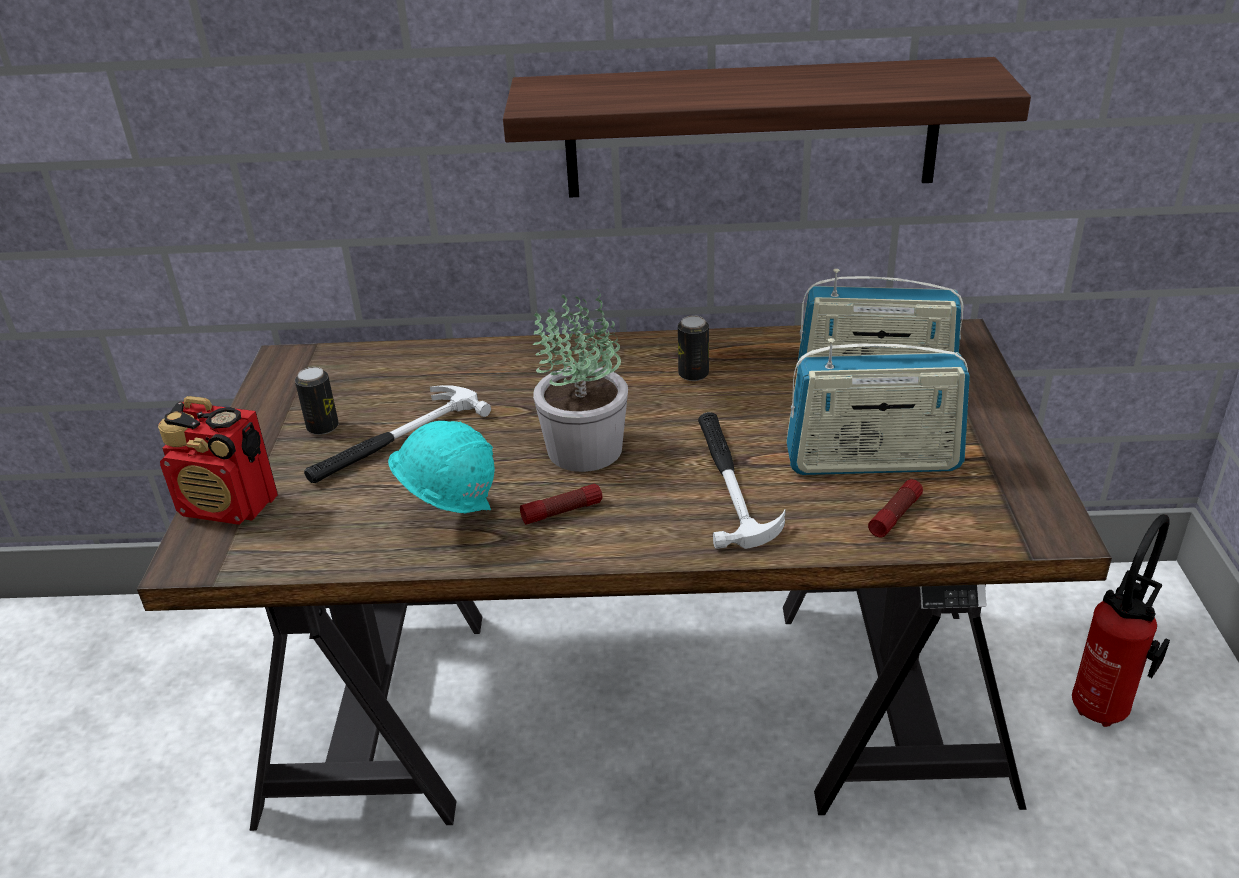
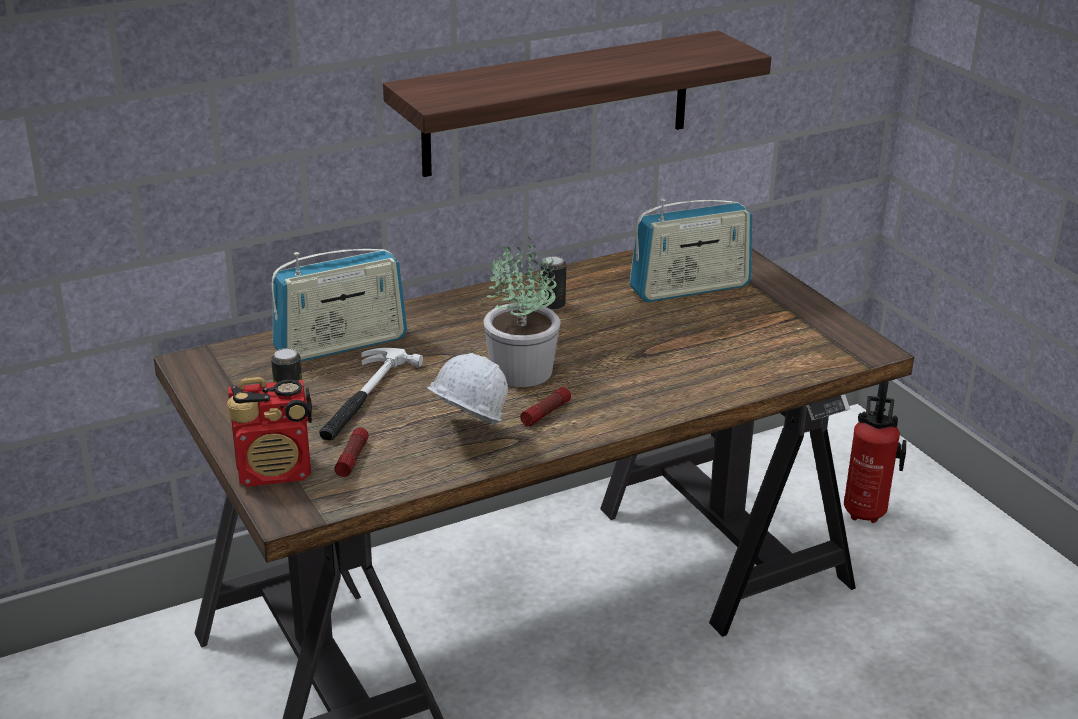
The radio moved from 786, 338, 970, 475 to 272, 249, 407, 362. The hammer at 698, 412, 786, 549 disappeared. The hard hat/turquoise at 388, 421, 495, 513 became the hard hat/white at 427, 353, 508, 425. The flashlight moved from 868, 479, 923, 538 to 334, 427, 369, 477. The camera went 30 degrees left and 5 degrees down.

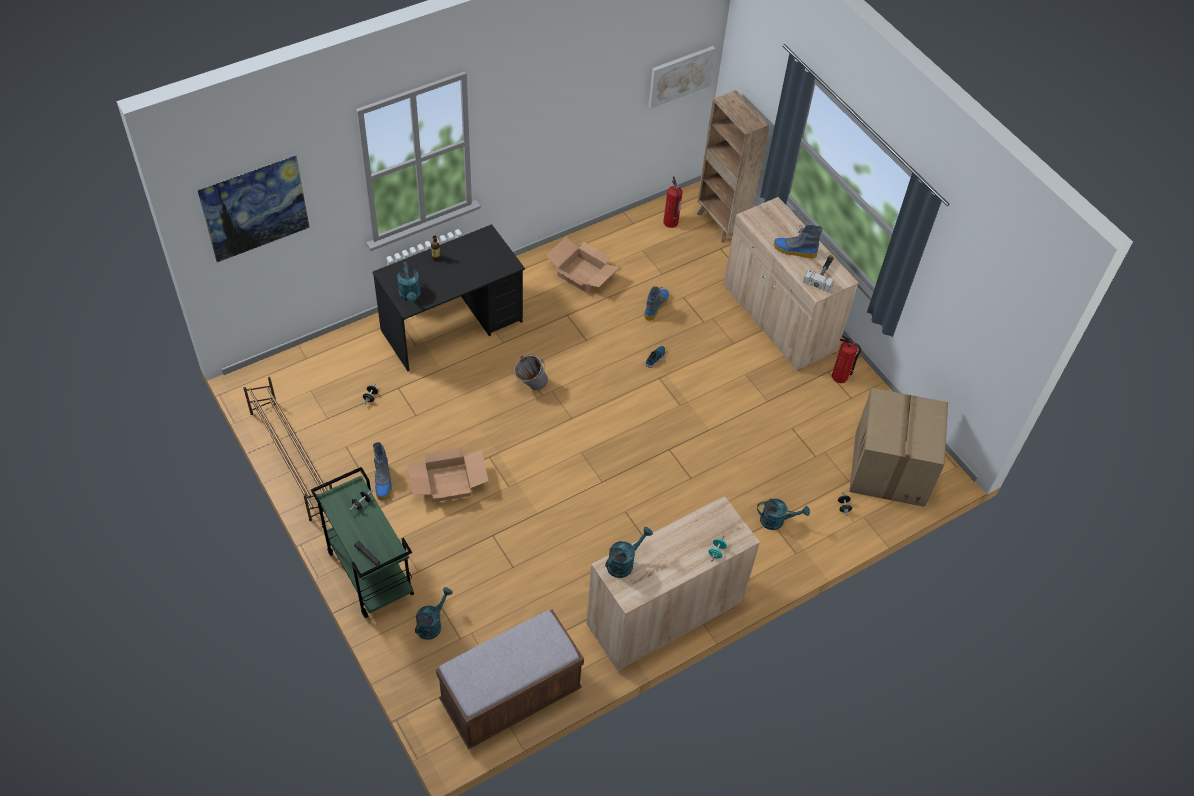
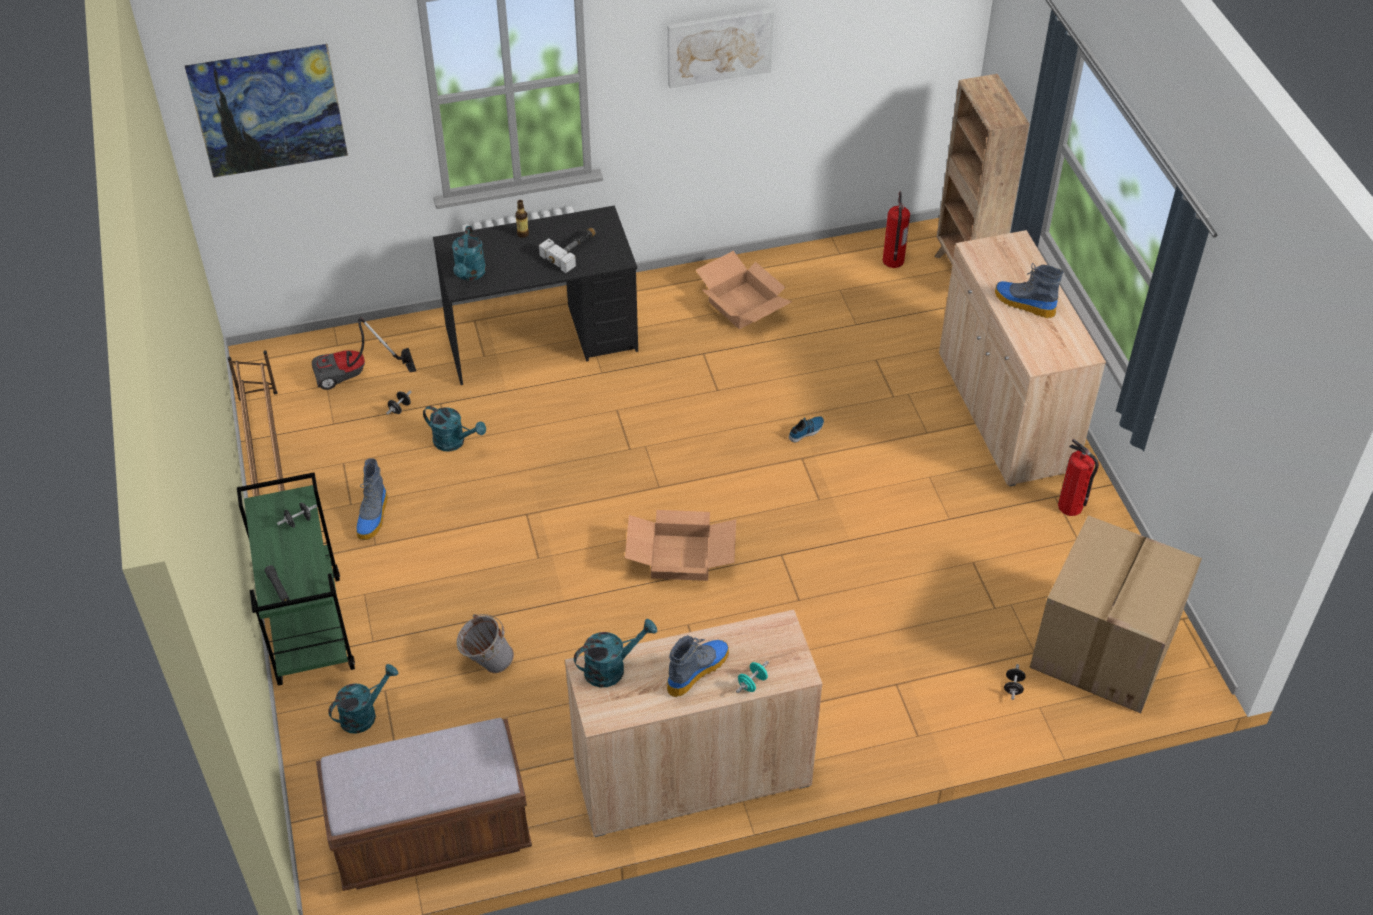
The picture moved from 648, 46, 715, 108 to 667, 8, 774, 88. The hammer moved from 803, 255, 834, 292 to 539, 228, 596, 273. The boot moved from 644, 286, 669, 321 to 667, 635, 729, 697. The bucket/grey moved from 514, 354, 548, 390 to 457, 614, 514, 673. The cardboard box moved from 407, 447, 489, 502 to 625, 510, 736, 581. The watering can/turquoise moved from 757, 498, 810, 530 to 423, 406, 486, 452. The vacuum cleaner at 312, 317, 416, 390 appeared. The camera went 20 degrees right and 5 degrees down.

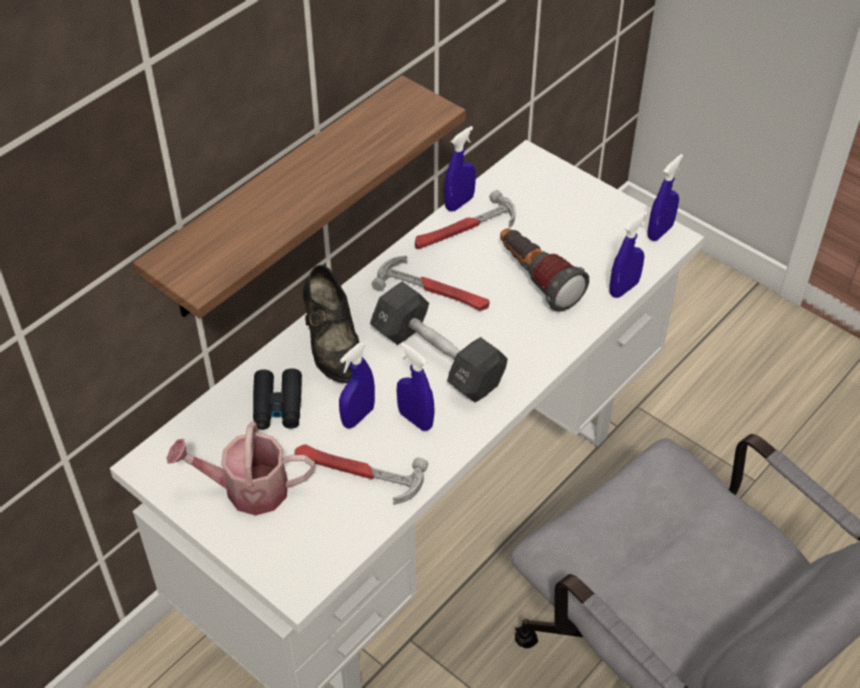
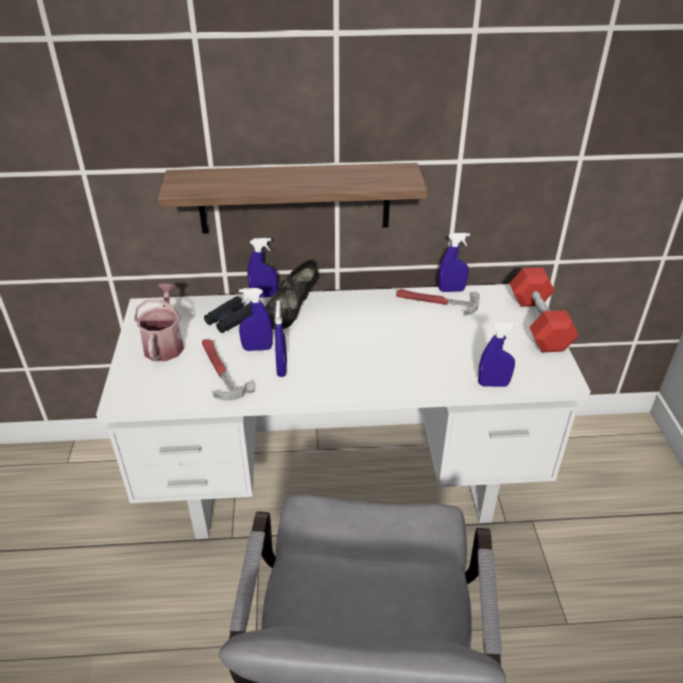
The spray bottle/blue moved from 648, 154, 683, 241 to 247, 238, 278, 298. The flashlight at 500, 228, 589, 312 disappeared. The hammer at 372, 256, 490, 311 disappeared. The dumbbell/black at 370, 281, 508, 402 disappeared. The watering can at 167, 422, 315, 515 turned 45 degrees clockwise. The dumbbell/red at 510, 267, 579, 352 appeared. The camera went 45 degrees right and 10 degrees down.

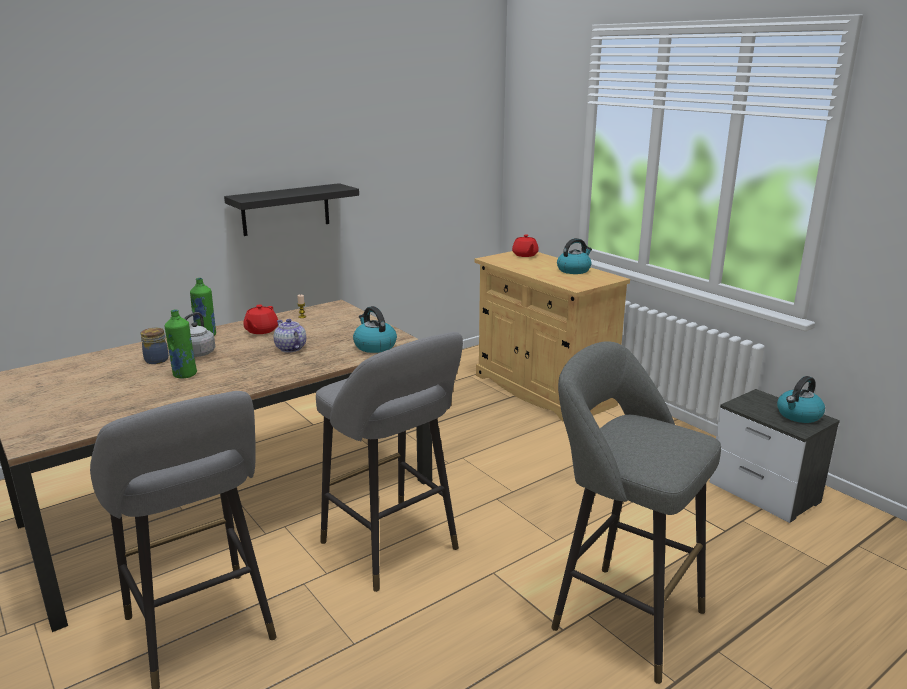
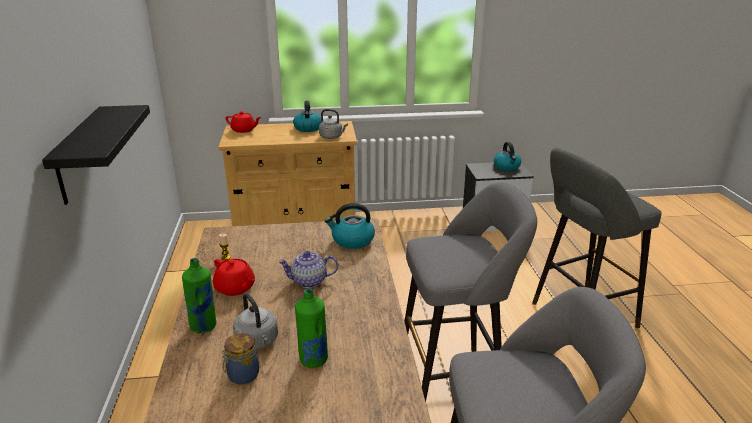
The kettle/grey at 319, 109, 348, 139 appeared. The camera went 60 degrees left and 5 degrees up.

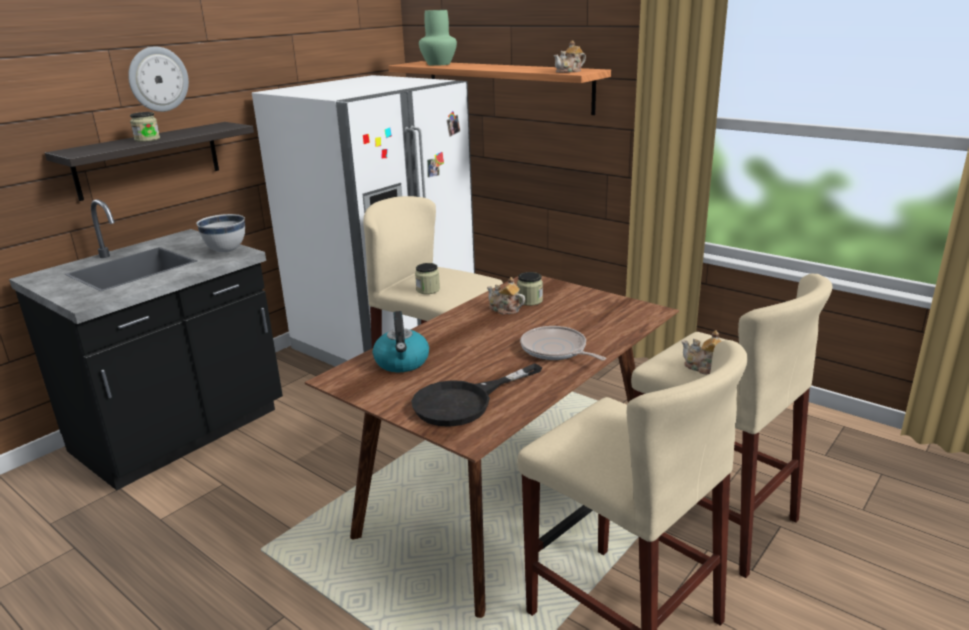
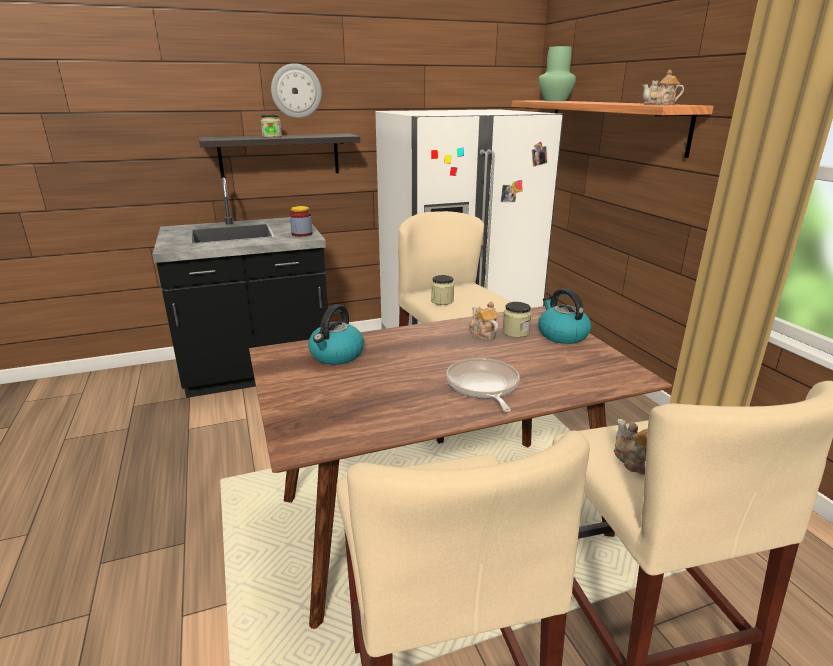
The bowl/white at 196, 214, 245, 252 was replaced by the jar at 290, 206, 312, 237. The frying pan/black at 411, 363, 542, 427 disappeared. The kettle at 538, 288, 591, 344 appeared. The camera went 30 degrees right and 0 degrees up.

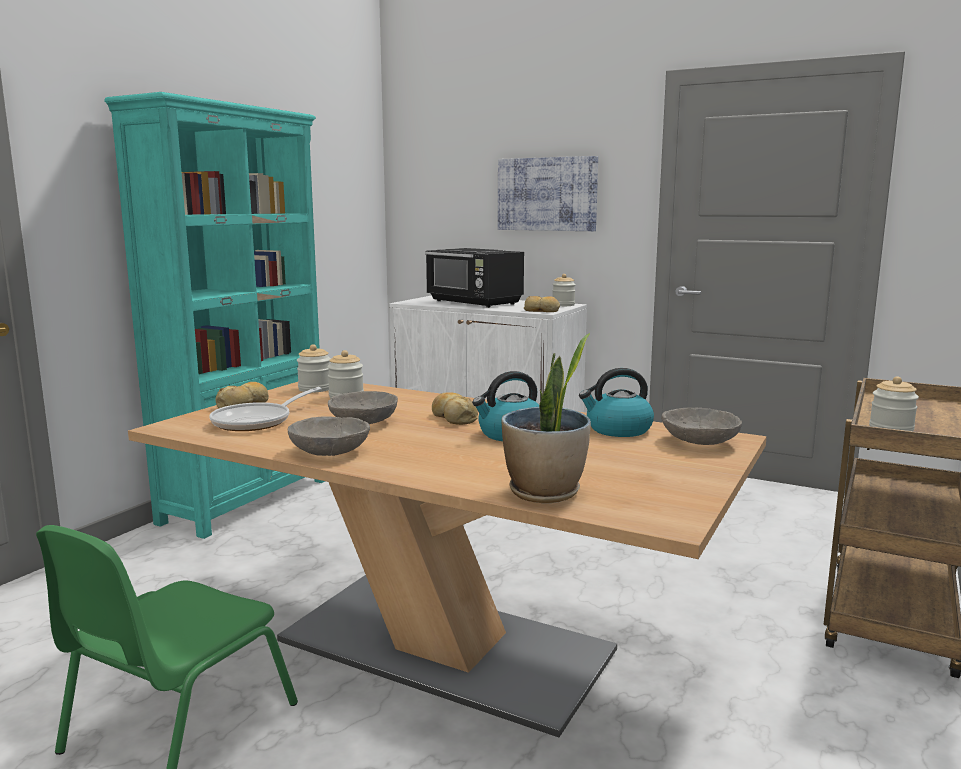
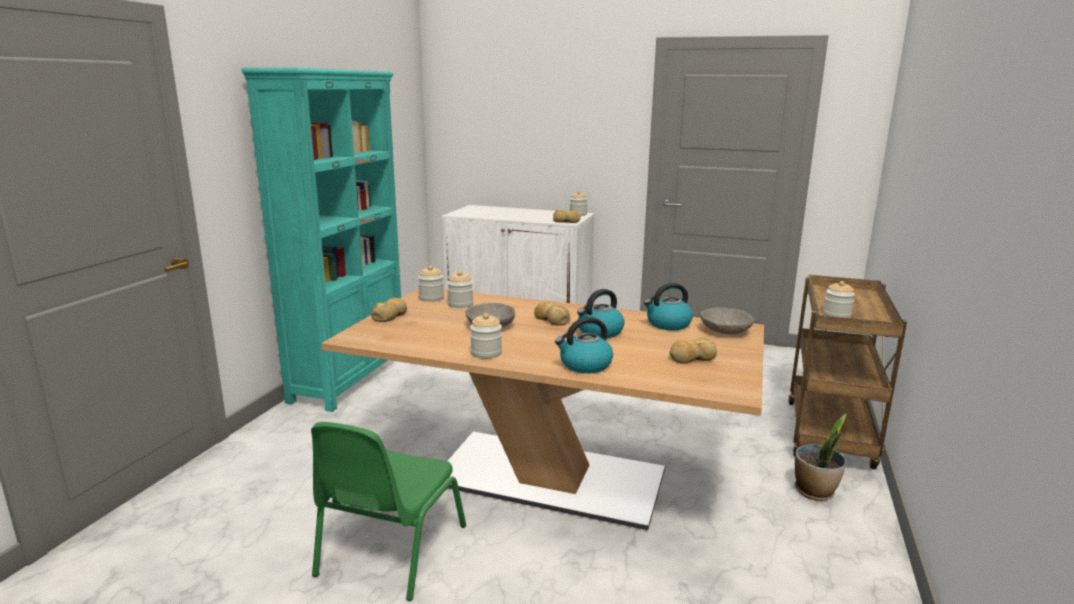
The picture at 498, 156, 598, 231 disappeared. The microwave/black at 425, 248, 524, 308 disappeared. The potted plant moved from 501, 333, 591, 503 to 795, 414, 847, 501. The frying pan at 209, 387, 322, 431 disappeared. The bowl/grey at 287, 417, 370, 456 was replaced by the jar at 470, 313, 502, 359. The kettle at 555, 317, 613, 373 appeared. The bread at 669, 337, 717, 364 appeared. The camera went 10 degrees left and 5 degrees up.

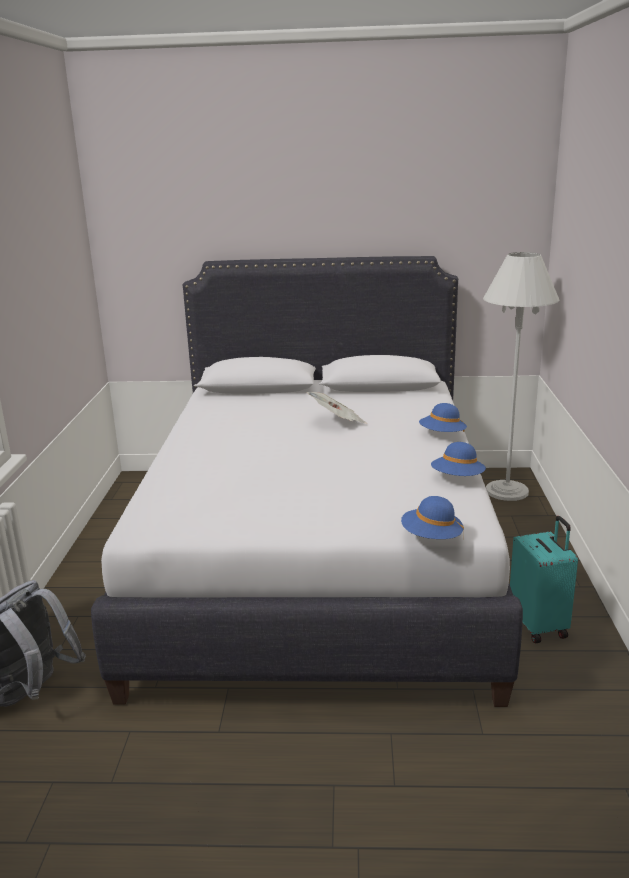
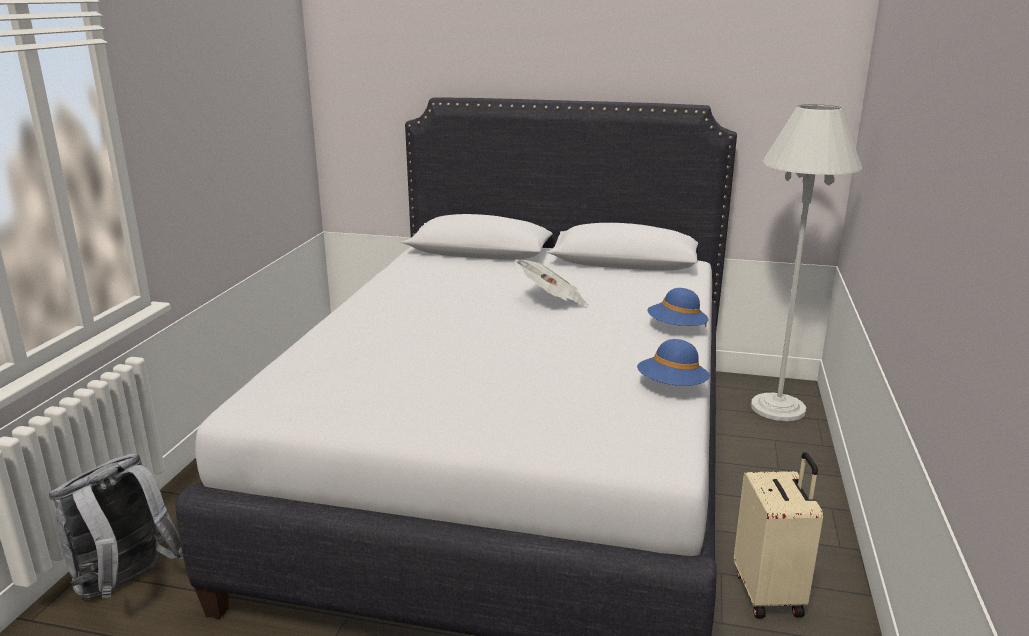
The hat/blue at 401, 496, 464, 539 disappeared. The suitcase/turquoise at 510, 516, 578, 643 became the suitcase/beige at 734, 452, 823, 619. The camera went 10 degrees right and 0 degrees up.

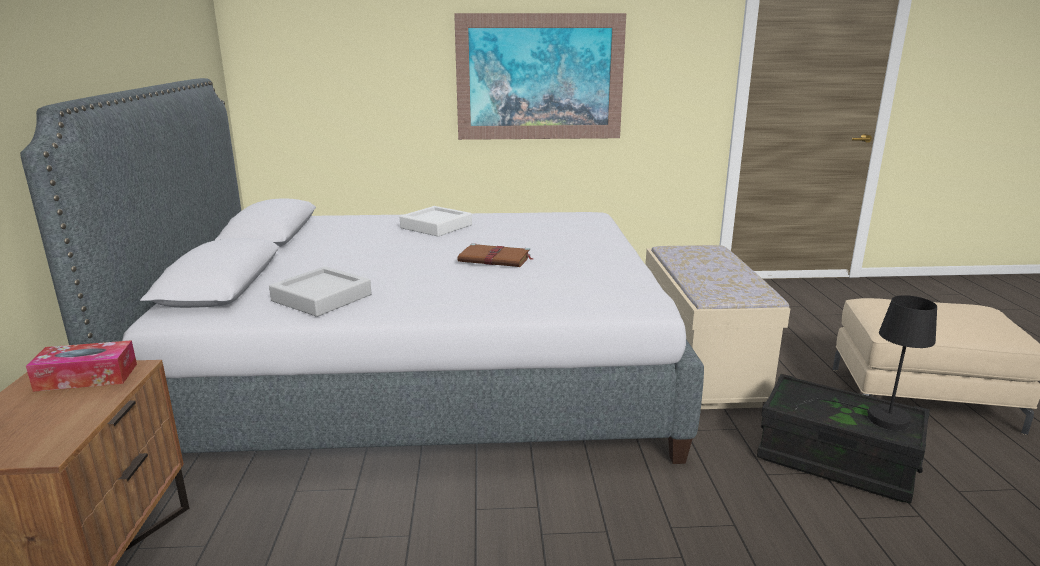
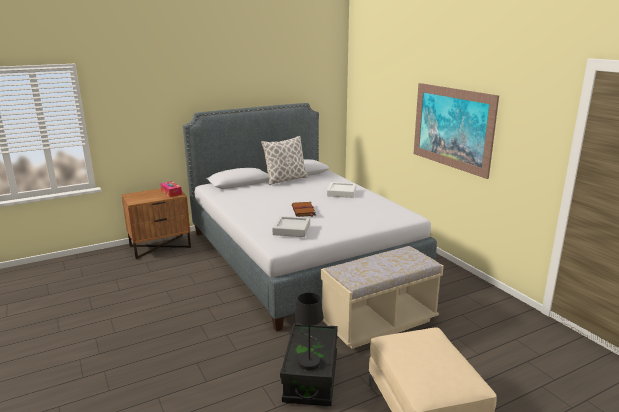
The tray/grey moved from 269, 266, 371, 317 to 272, 216, 310, 237. The pillow at 261, 136, 308, 185 appeared. The camera went 65 degrees right and 0 degrees up.

